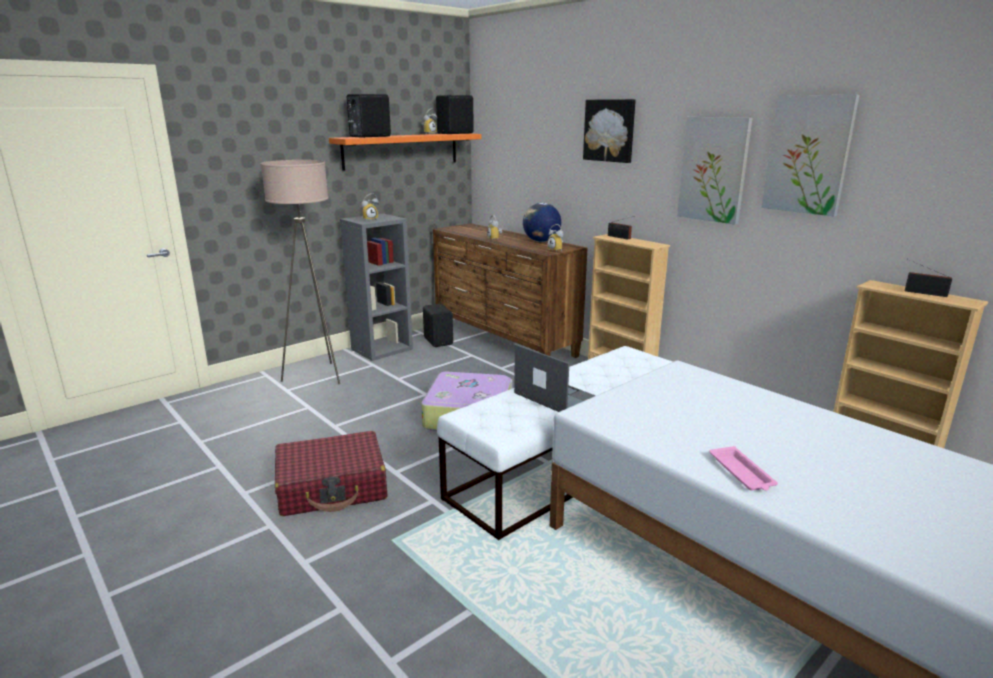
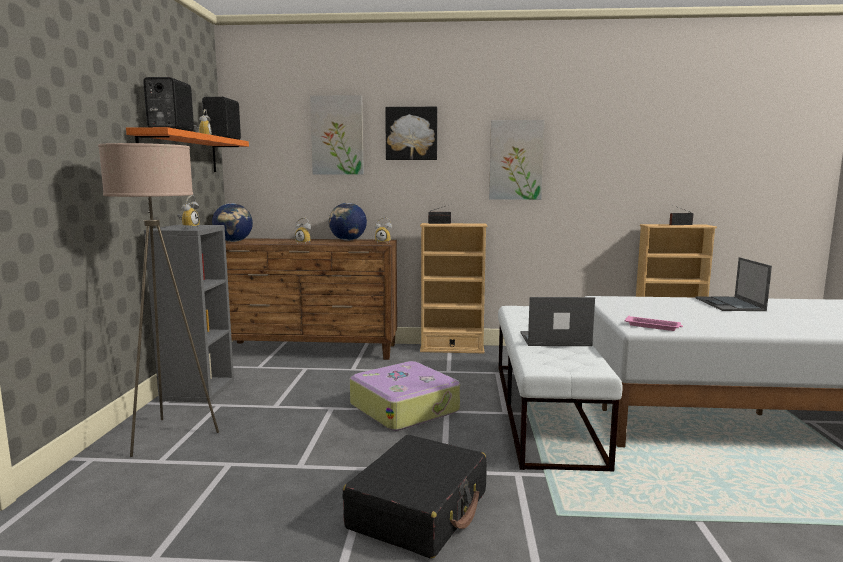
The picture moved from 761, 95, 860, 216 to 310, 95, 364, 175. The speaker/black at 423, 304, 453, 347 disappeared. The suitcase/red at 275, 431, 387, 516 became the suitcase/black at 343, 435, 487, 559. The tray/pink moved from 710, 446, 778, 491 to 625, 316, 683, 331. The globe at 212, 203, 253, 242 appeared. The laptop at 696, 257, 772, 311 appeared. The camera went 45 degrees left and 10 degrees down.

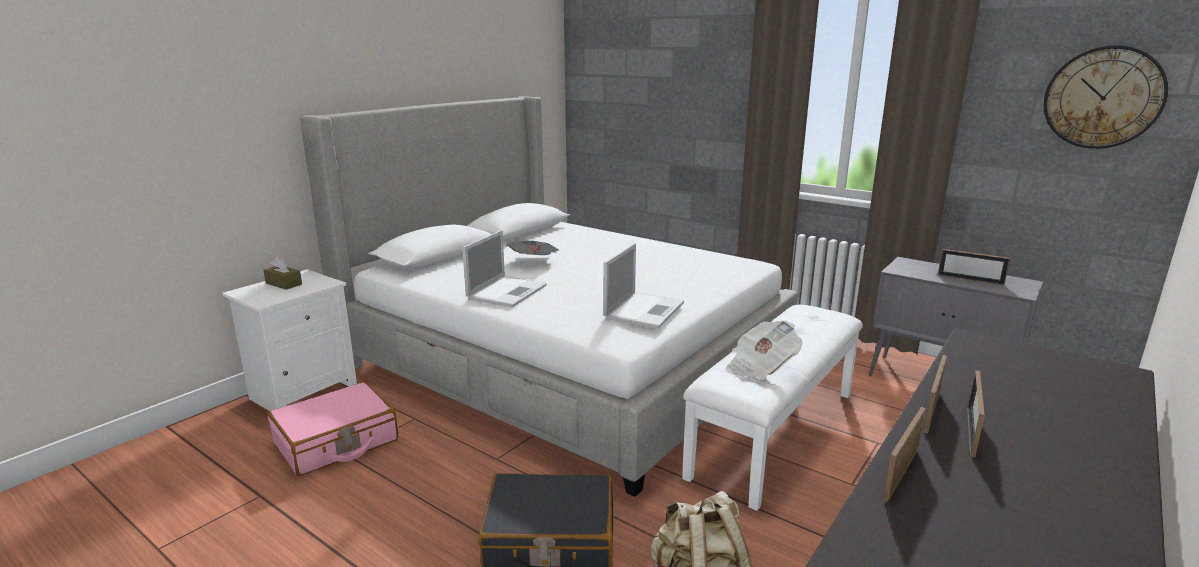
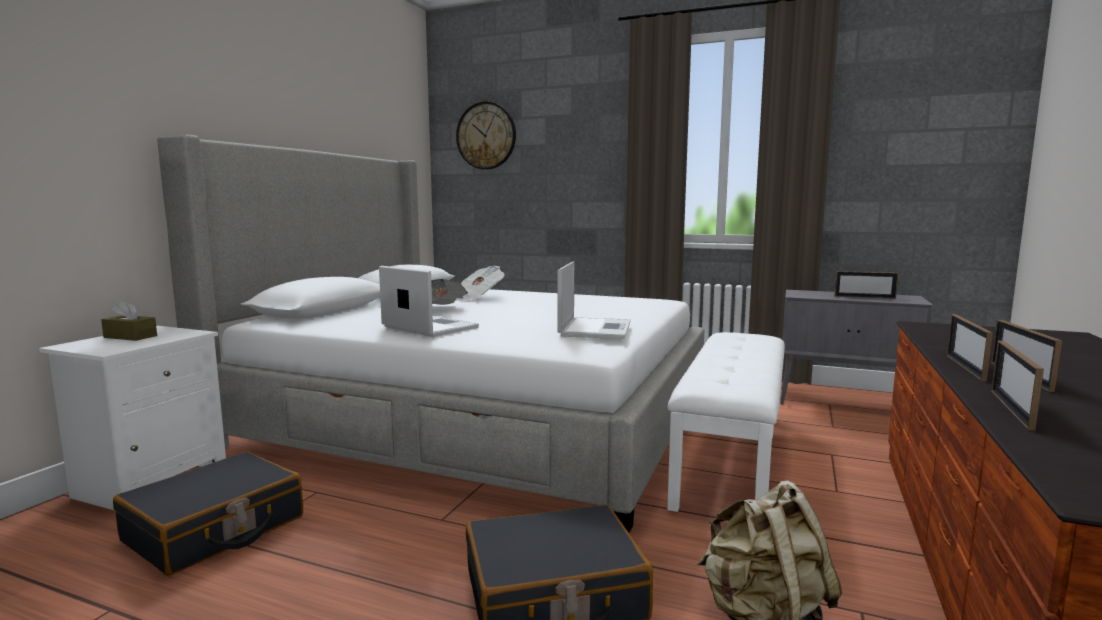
The wall clock moved from 1043, 45, 1168, 149 to 456, 102, 516, 170. The laptop at 462, 230, 547, 307 turned 60 degrees counterclockwise. The newspaper moved from 726, 321, 802, 380 to 455, 266, 505, 301. The suitcase/pink at 268, 382, 398, 476 became the suitcase/black at 113, 452, 303, 576. The camera went 15 degrees left and 10 degrees down.

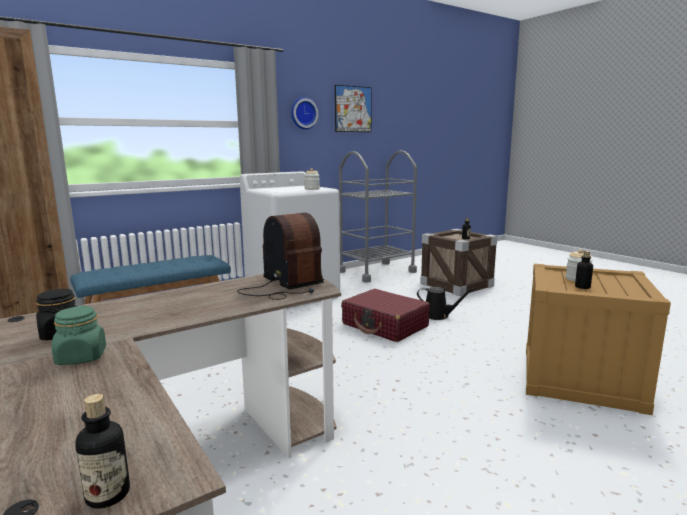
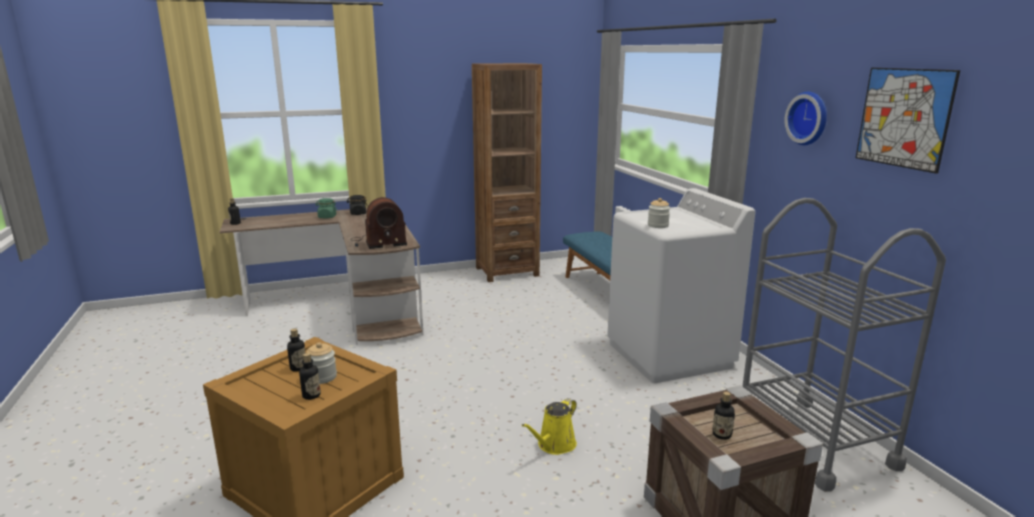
The watering can/black at 417, 287, 474, 320 became the watering can/yellow at 522, 398, 577, 455. The suitcase/red at 341, 289, 430, 342 disappeared. The bottle at 299, 353, 321, 400 appeared. The camera went 105 degrees right and 5 degrees up.

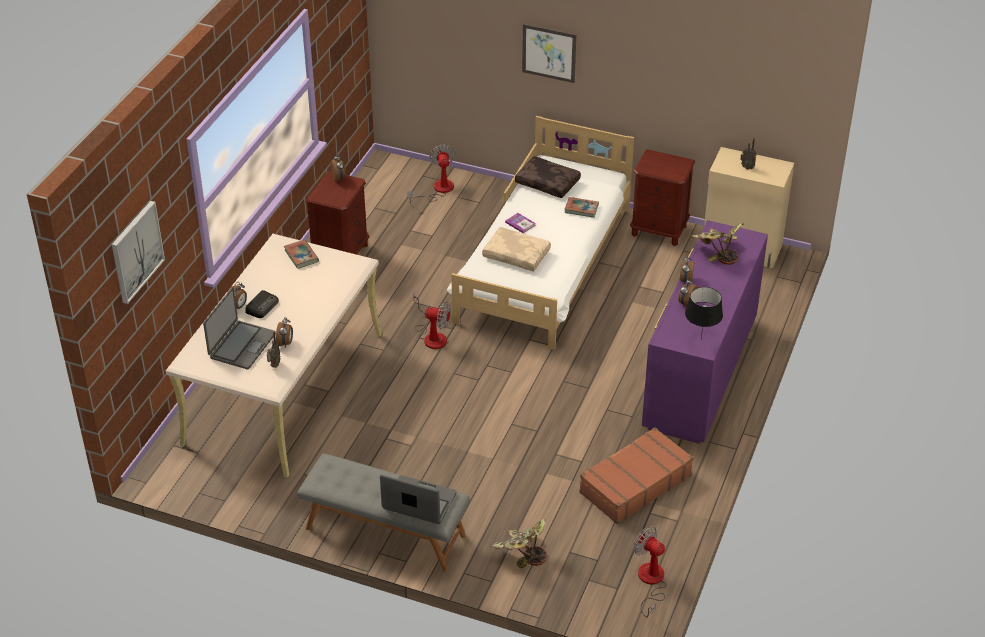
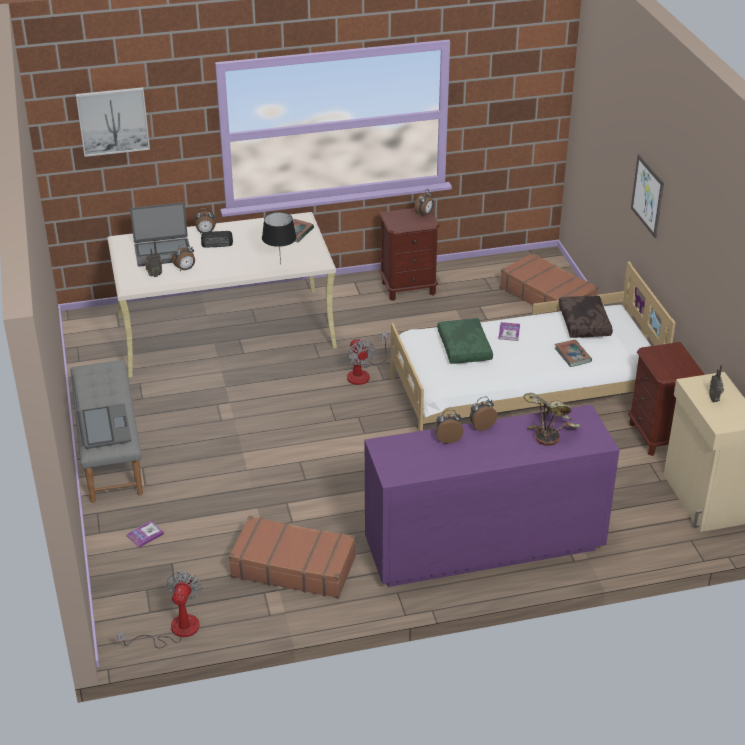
The fan at 407, 144, 455, 204 was replaced by the suitcase/brown at 500, 253, 598, 313. The pillow/beige at 482, 227, 551, 271 became the pillow/green at 437, 318, 493, 364. The table lamp/black moved from 685, 287, 723, 339 to 262, 212, 297, 265. The potted plant at 491, 519, 547, 568 was replaced by the book at 127, 521, 164, 548. The camera went 55 degrees right and 5 degrees down.

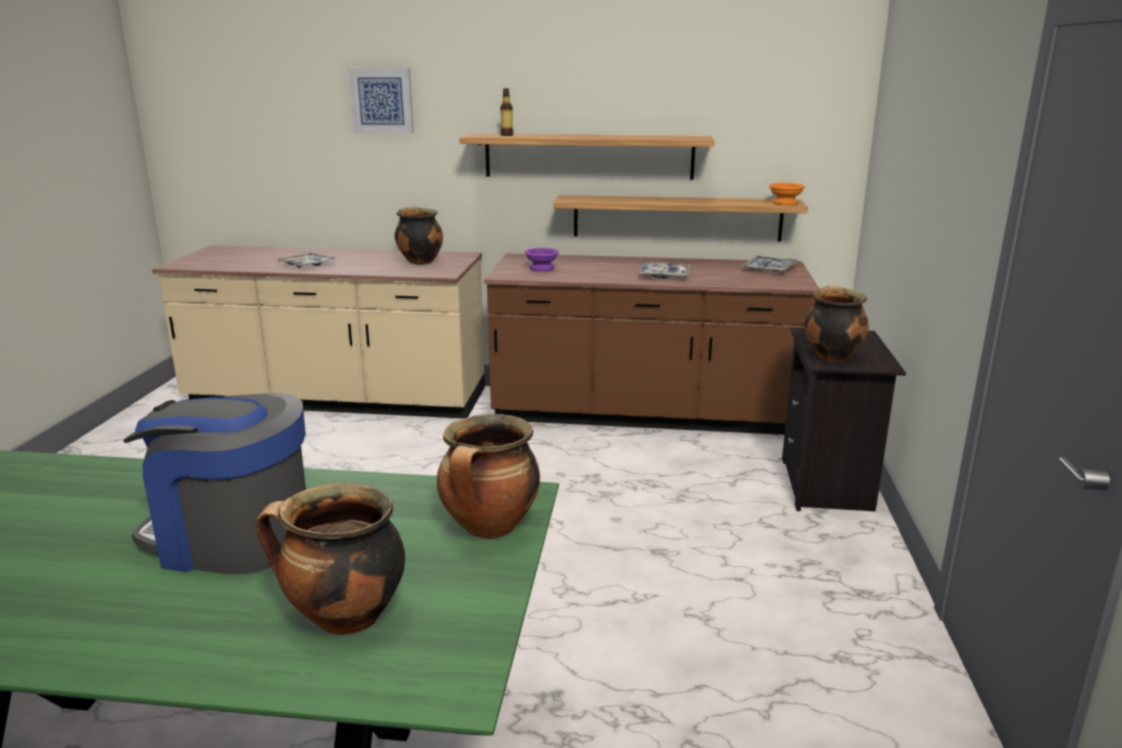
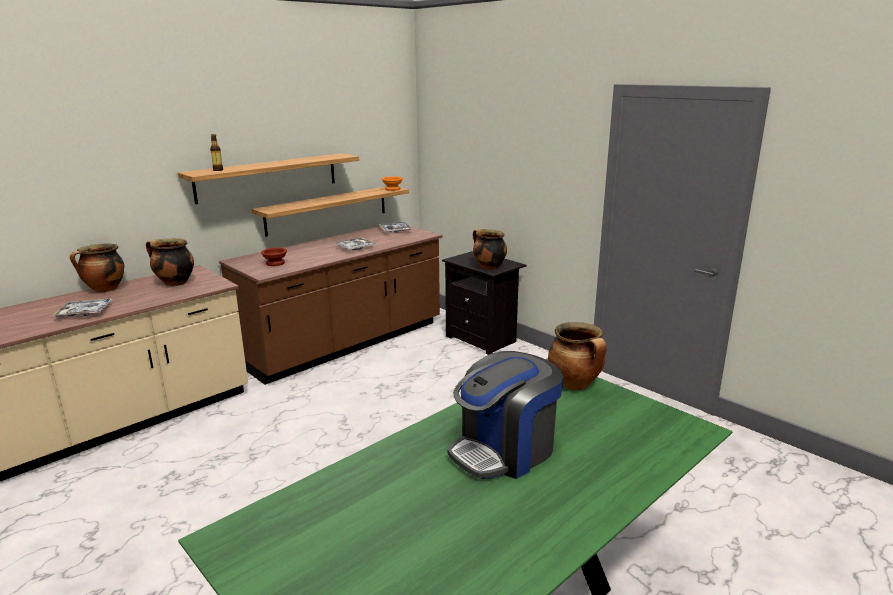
The picture at 348, 68, 414, 133 disappeared. The bowl/purple at 525, 248, 559, 272 became the bowl/brown at 261, 248, 287, 266. The cooking pot moved from 256, 483, 405, 635 to 70, 244, 124, 293. The camera went 50 degrees left and 0 degrees up.

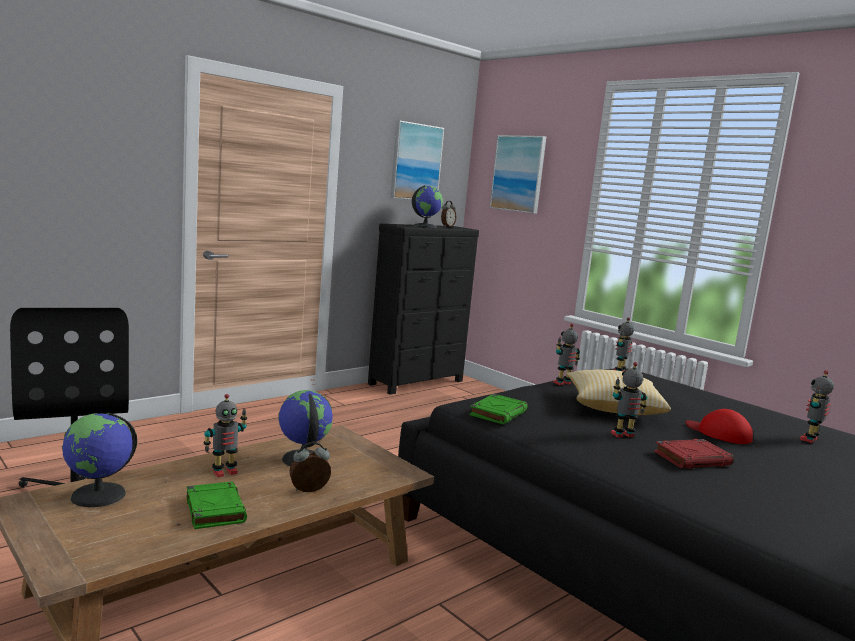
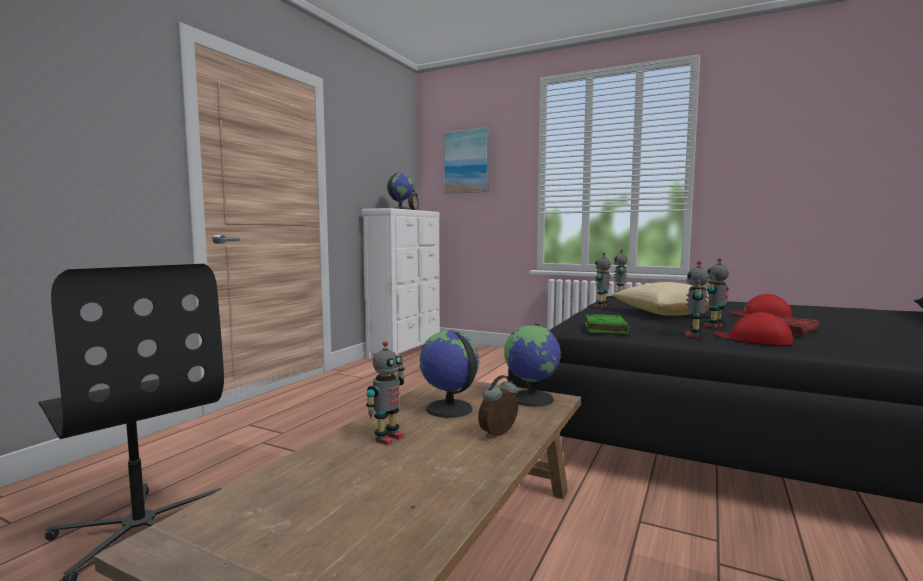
The picture at 390, 120, 444, 200 disappeared. The dresser/black at 368, 224, 479, 395 became the dresser/white at 362, 208, 440, 360. The toy robot moved from 799, 370, 834, 443 to 686, 261, 709, 338. The globe moved from 62, 413, 137, 507 to 504, 323, 561, 407. The book/green at 187, 481, 247, 529 disappeared. The cap/red at 714, 312, 793, 346 appeared. The camera went 20 degrees left and 5 degrees down.

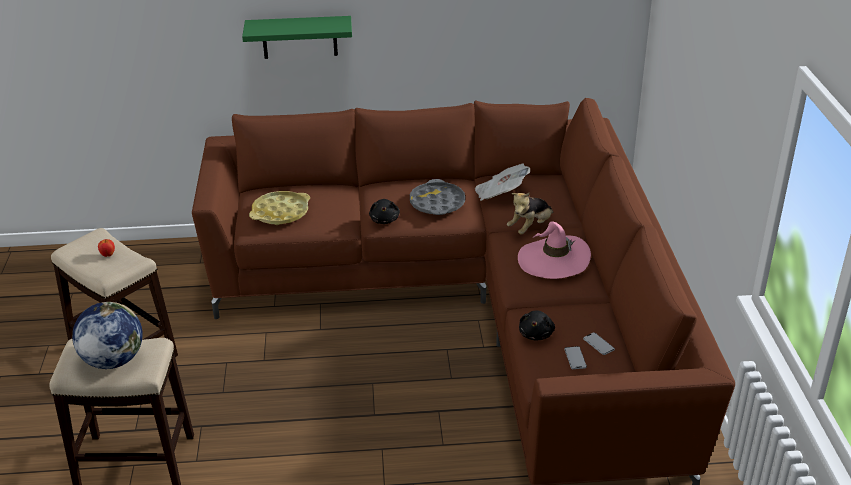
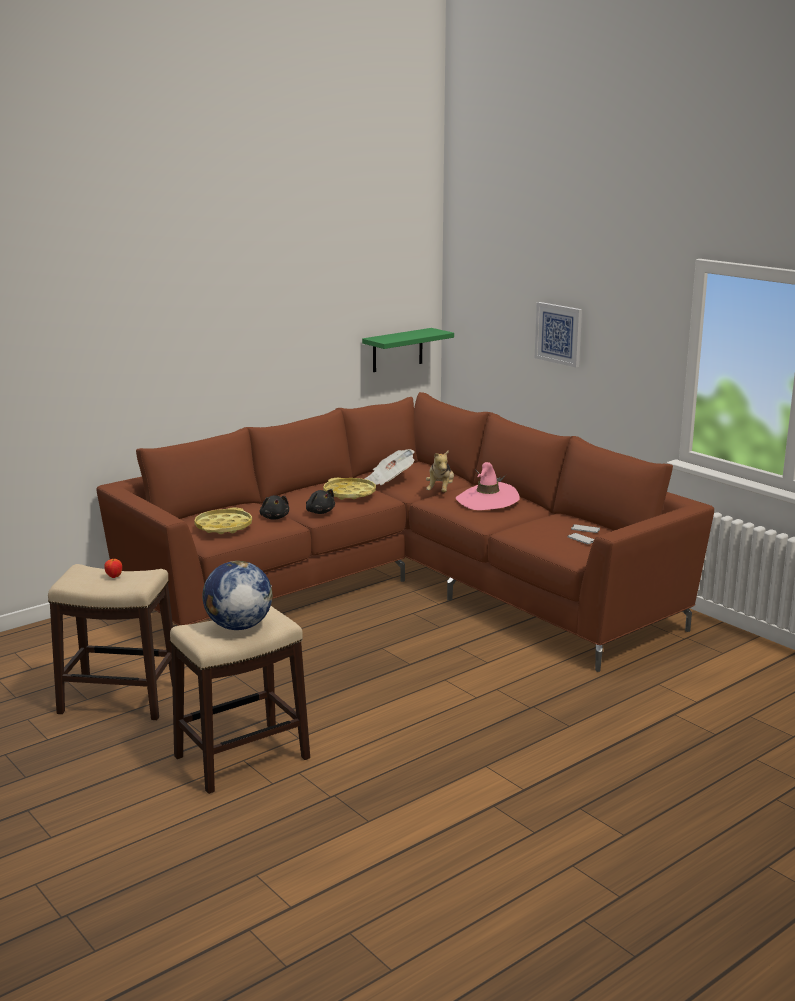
The shelf/green moved from 242, 16, 352, 59 to 362, 328, 454, 372. The tray/grey at 410, 179, 465, 215 became the tray/yellow at 323, 478, 376, 500. The plush toy/black moved from 519, 310, 555, 340 to 260, 495, 289, 520. The picture at 535, 302, 582, 367 appeared. The camera went 35 degrees left and 15 degrees down.

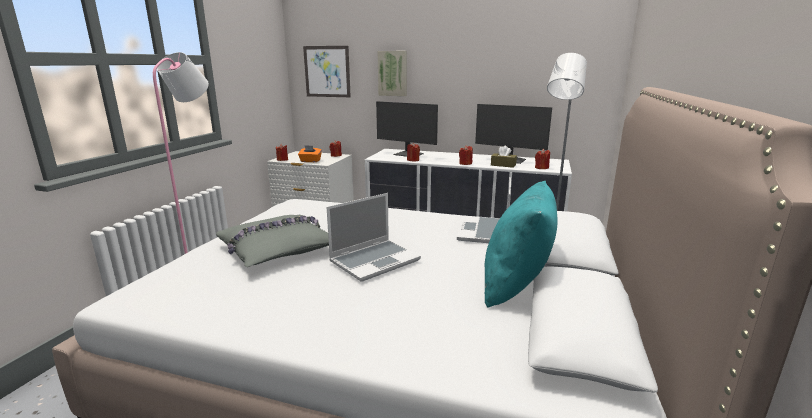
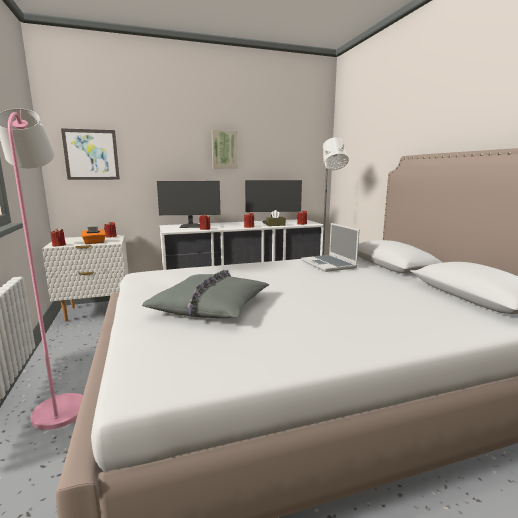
The picture moved from 378, 51, 407, 96 to 212, 130, 237, 169. The pillow/turquoise at 485, 181, 558, 308 disappeared. The laptop at 327, 193, 421, 282 disappeared. The camera went 35 degrees left and 5 degrees down.

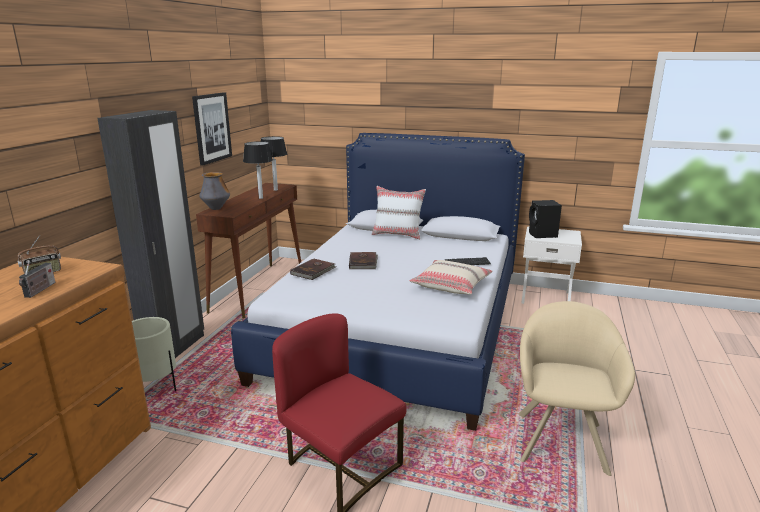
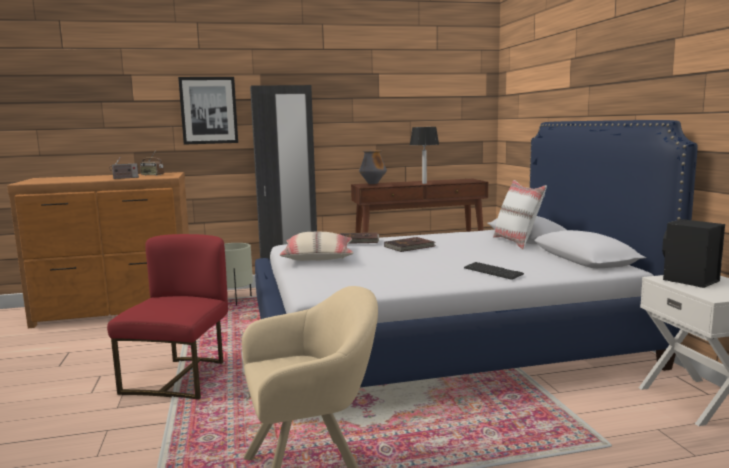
The picture moved from 192, 92, 232, 166 to 178, 77, 238, 145. The table lamp at 261, 136, 287, 191 disappeared. The pillow/beige moved from 410, 260, 493, 295 to 280, 232, 353, 261. The camera went 60 degrees right and 10 degrees down.

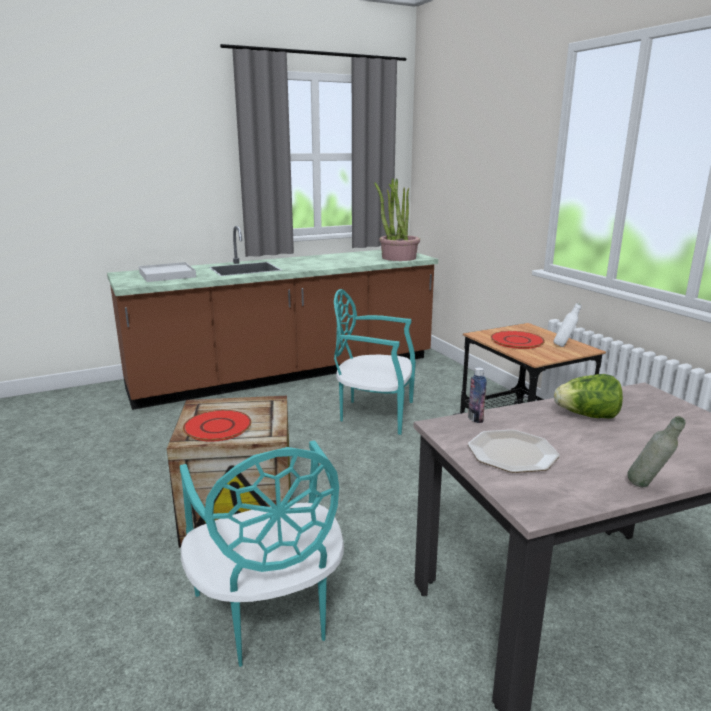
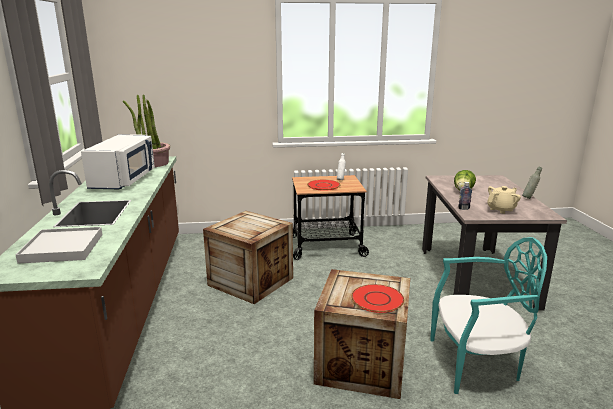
The chair/turquoise at 334, 289, 416, 435 was replaced by the crate at 203, 211, 293, 304. The plate at 468, 429, 560, 473 was replaced by the teapot/beige at 487, 186, 521, 214. The microwave/white at 81, 134, 155, 189 appeared. The camera went 70 degrees left and 0 degrees up.

